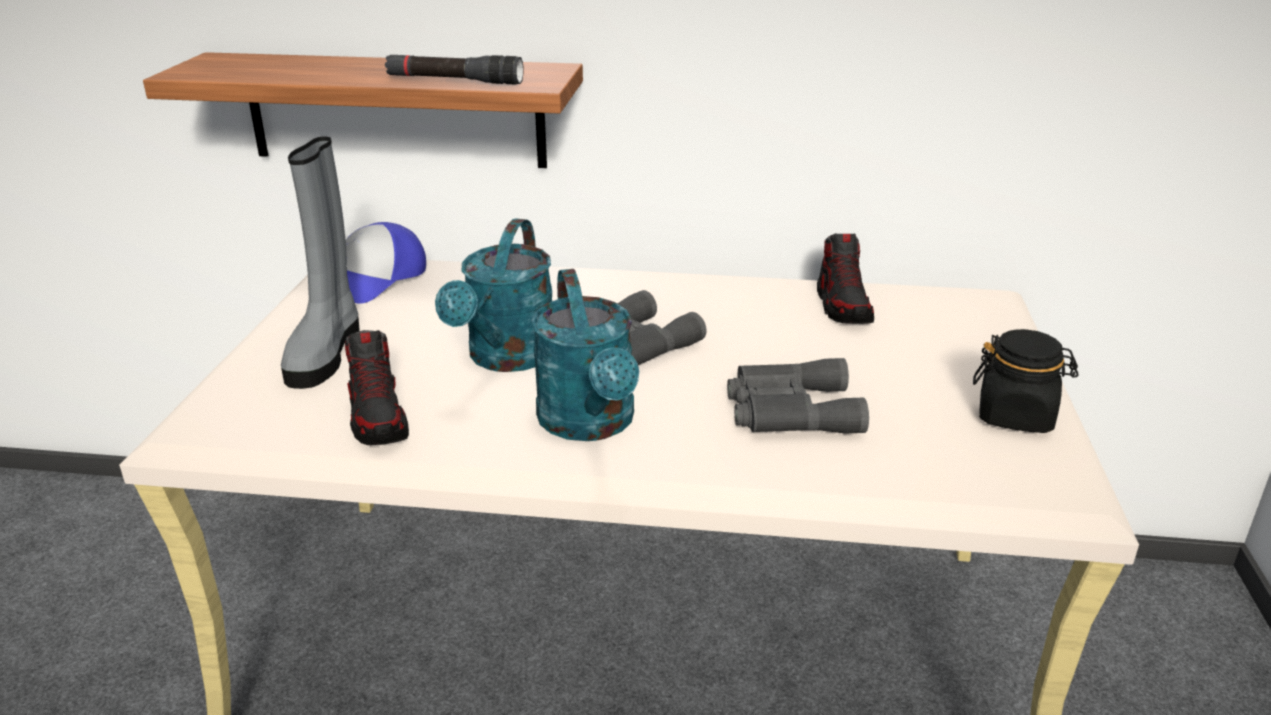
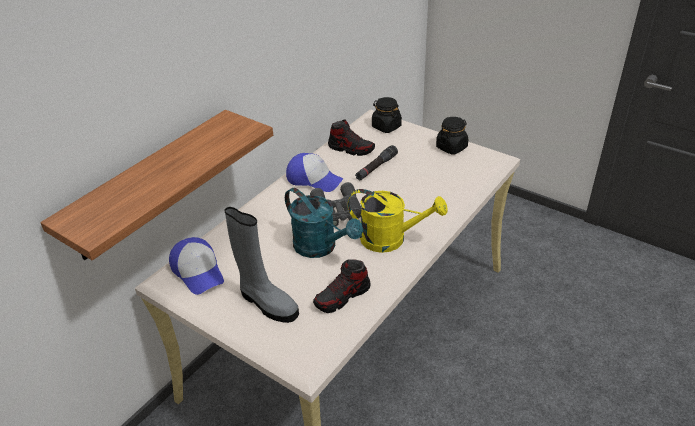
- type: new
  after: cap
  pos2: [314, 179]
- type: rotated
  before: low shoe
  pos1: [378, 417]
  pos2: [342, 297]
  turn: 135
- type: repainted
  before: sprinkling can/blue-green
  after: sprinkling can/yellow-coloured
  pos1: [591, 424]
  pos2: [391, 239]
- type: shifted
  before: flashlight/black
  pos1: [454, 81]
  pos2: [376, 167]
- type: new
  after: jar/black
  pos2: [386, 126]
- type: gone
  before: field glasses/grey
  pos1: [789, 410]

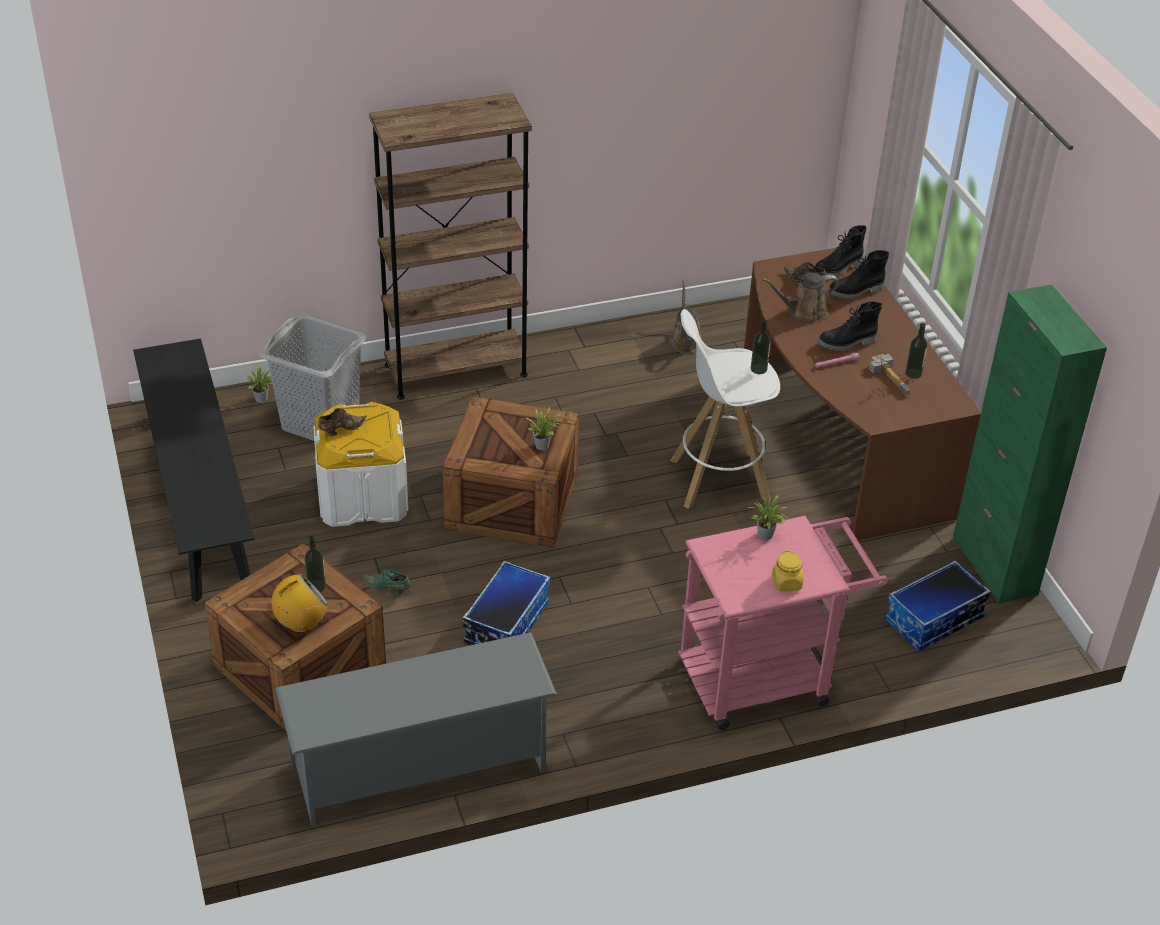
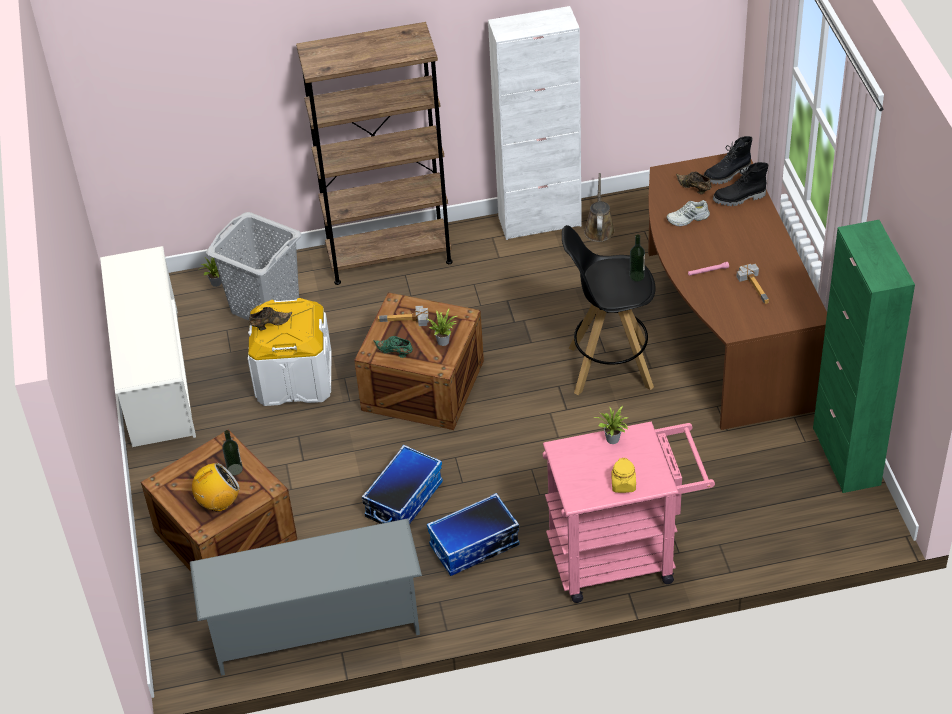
- type: swapped
  before: indoor bench/black
  after: shoe shelf/whitish
  pos1: [199, 498]
  pos2: [155, 376]
- type: shifted
  before: low shoe/greenish
  pos1: [388, 589]
  pos2: [395, 352]
- type: new
  after: tool hammer
  pos2: [405, 322]
- type: shifted
  before: storage container
  pos1: [934, 620]
  pos2: [474, 547]
- type: new
  after: cupboard/whitish
  pos2: [539, 222]
- type: repainted
  before: sitting stool/whitish
  after: sitting stool/black
  pos1: [718, 479]
  pos2: [609, 367]
- type: swapped
  before: sprinkling can/brown
  after: low shoe/whitish
  pos1: [804, 312]
  pos2: [688, 219]
- type: gone
  before: tall boot/black
  pos1: [847, 343]
- type: gone
  before: bottle
  pos1: [913, 373]

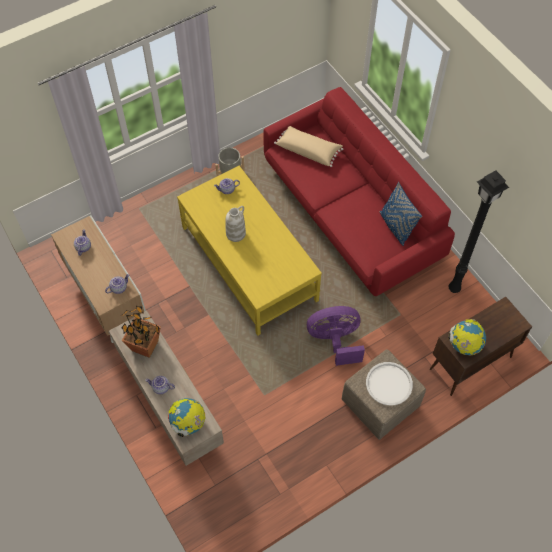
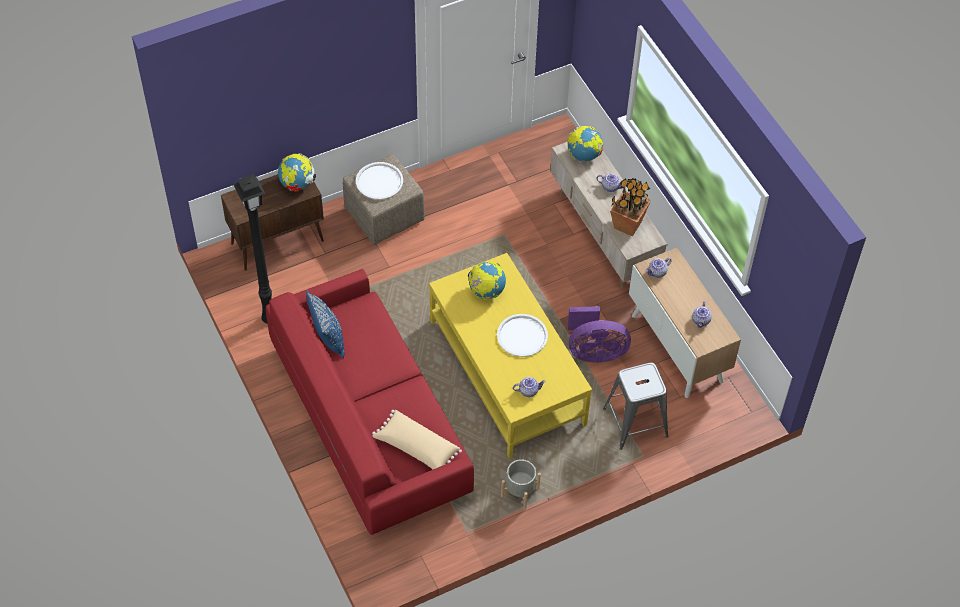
- type: new
  after: globe
  pos2: [486, 291]
- type: swapped
  before: flower vase/whitish
  after: serving tray/whitish
  pos1: [236, 233]
  pos2: [522, 336]
- type: shifted
  before: electric fan/purple
  pos1: [335, 341]
  pos2: [594, 352]
- type: new
  after: sitting stool/grey
  pos2: [635, 422]

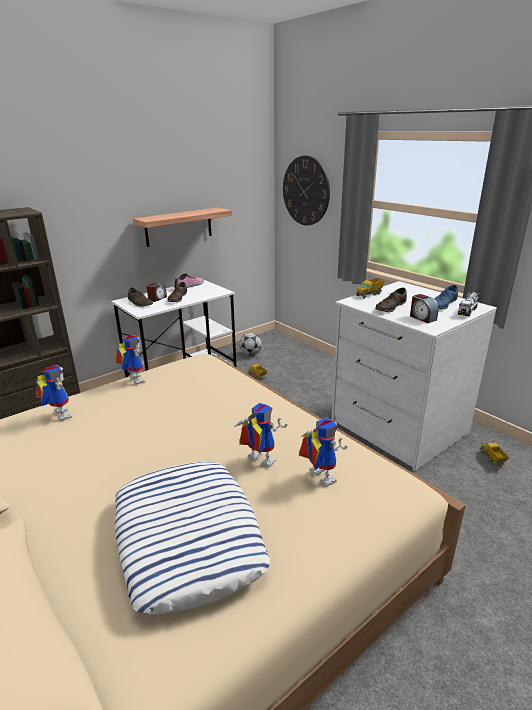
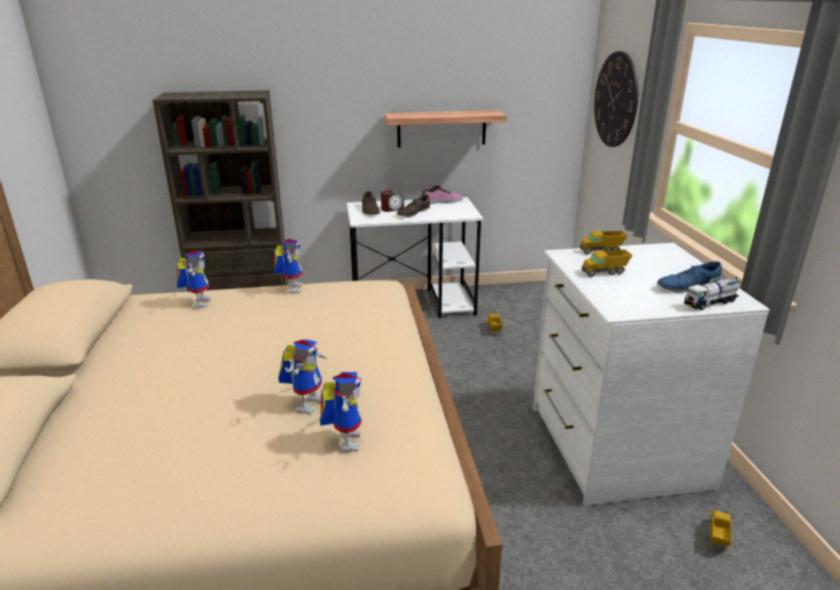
- type: rotated
  before: toy robot
  pos1: [257, 461]
  pos2: [307, 402]
  turn: 45
- type: swapped
  before: low shoe/brown
  after: model truck
  pos1: [390, 307]
  pos2: [605, 272]
- type: gone
  before: throw pillow
  pos1: [187, 538]
- type: gone
  before: football
  pos1: [250, 354]
- type: gone
  before: alarm clock
  pos1: [422, 318]

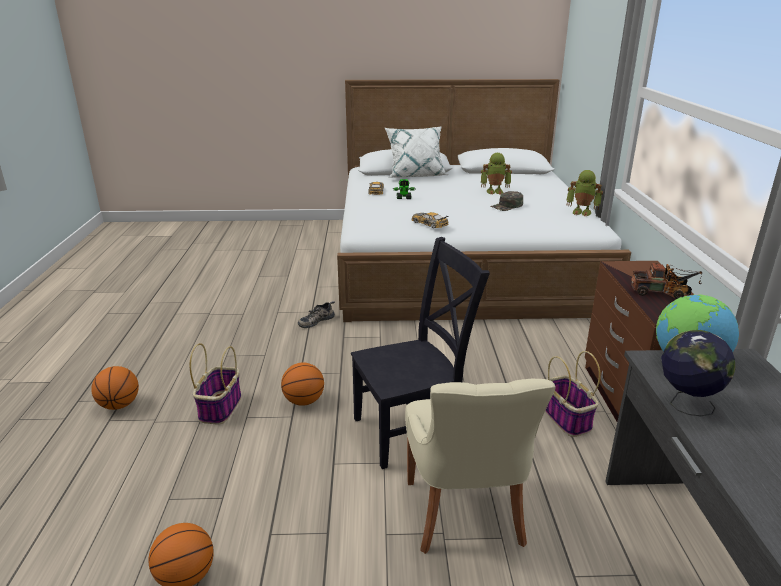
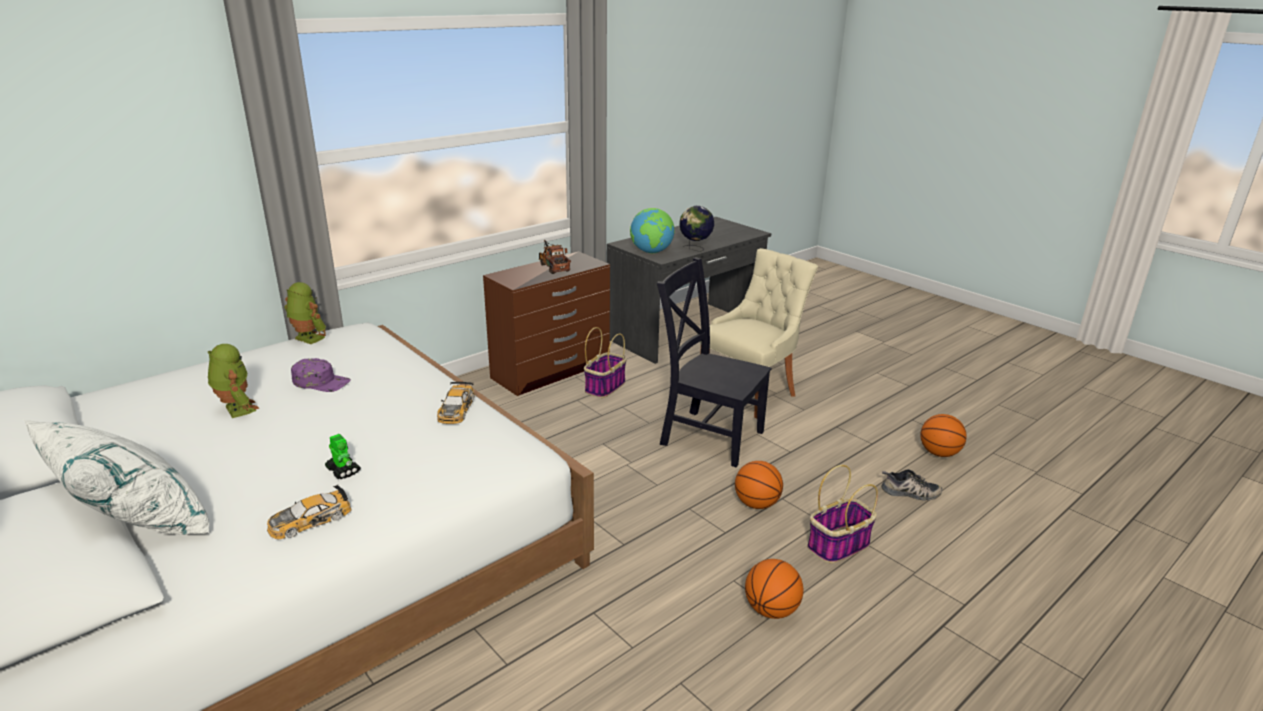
- type: rotated
  before: toy robot
  pos1: [582, 212]
  pos2: [307, 339]
  turn: -45
- type: repainted
  before: cap/greenish
  after: cap/purple
  pos1: [507, 206]
  pos2: [321, 382]
- type: shifted
  before: basketball ball
  pos1: [119, 405]
  pos2: [771, 610]
- type: shifted
  before: low shoe
  pos1: [316, 320]
  pos2: [910, 493]

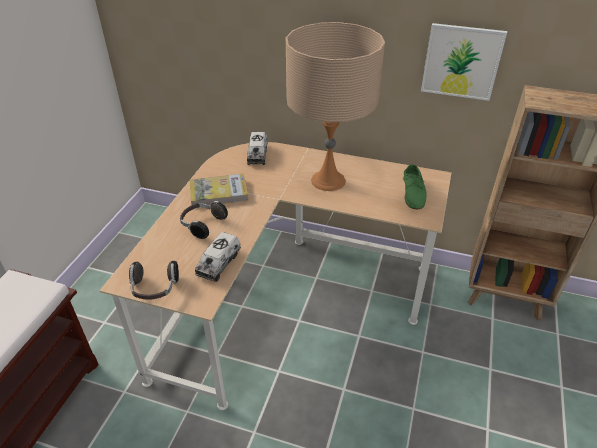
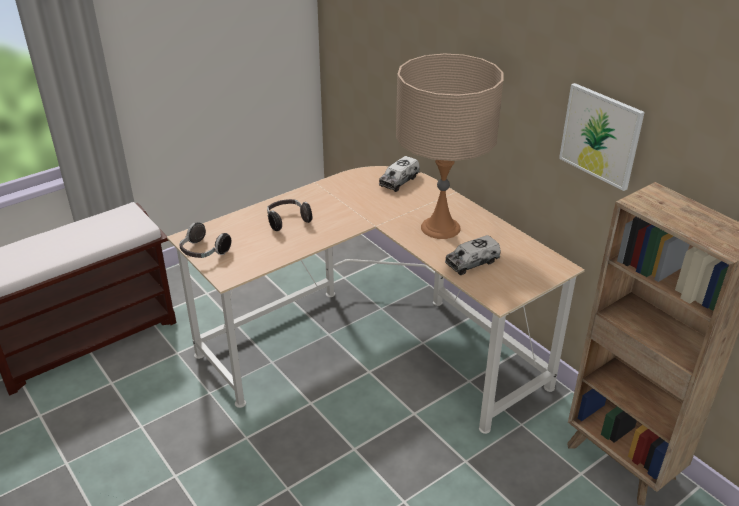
- type: shifted
  before: model truck
  pos1: [219, 263]
  pos2: [472, 263]
- type: gone
  before: bound book
  pos1: [219, 193]
- type: gone
  before: low shoe/greenish
  pos1: [413, 192]

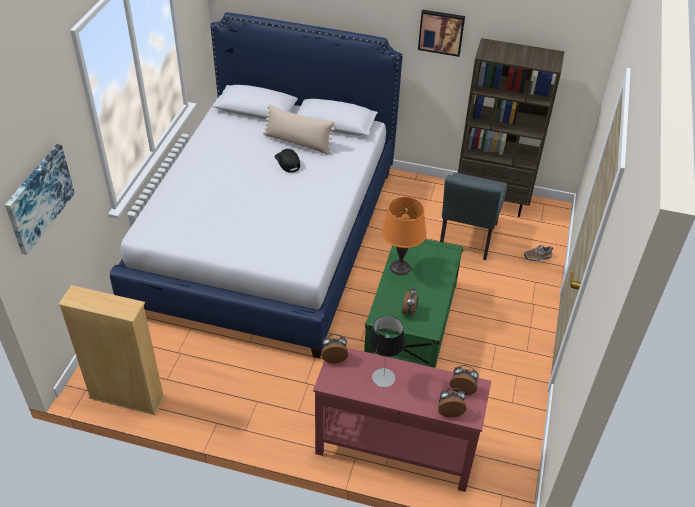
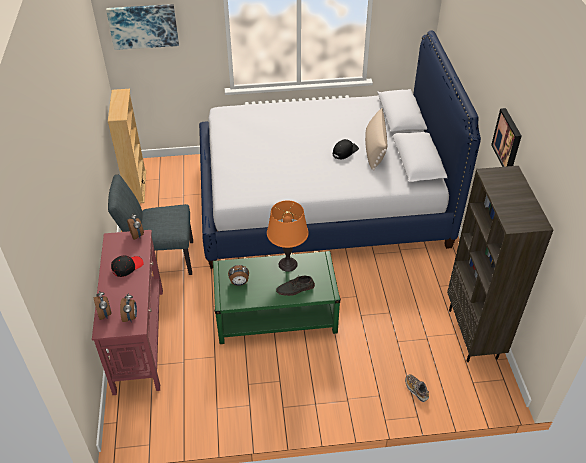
- type: shifted
  before: upright chair/grey
  pos1: [466, 240]
  pos2: [160, 259]
- type: swapped
  before: lamp for a table
  after: cap/black
  pos1: [383, 377]
  pos2: [127, 267]
- type: new
  after: low shoe/grey
  pos2: [295, 289]

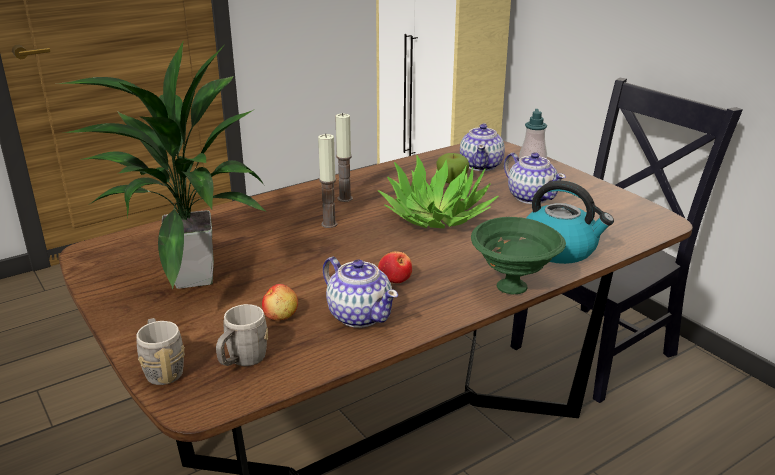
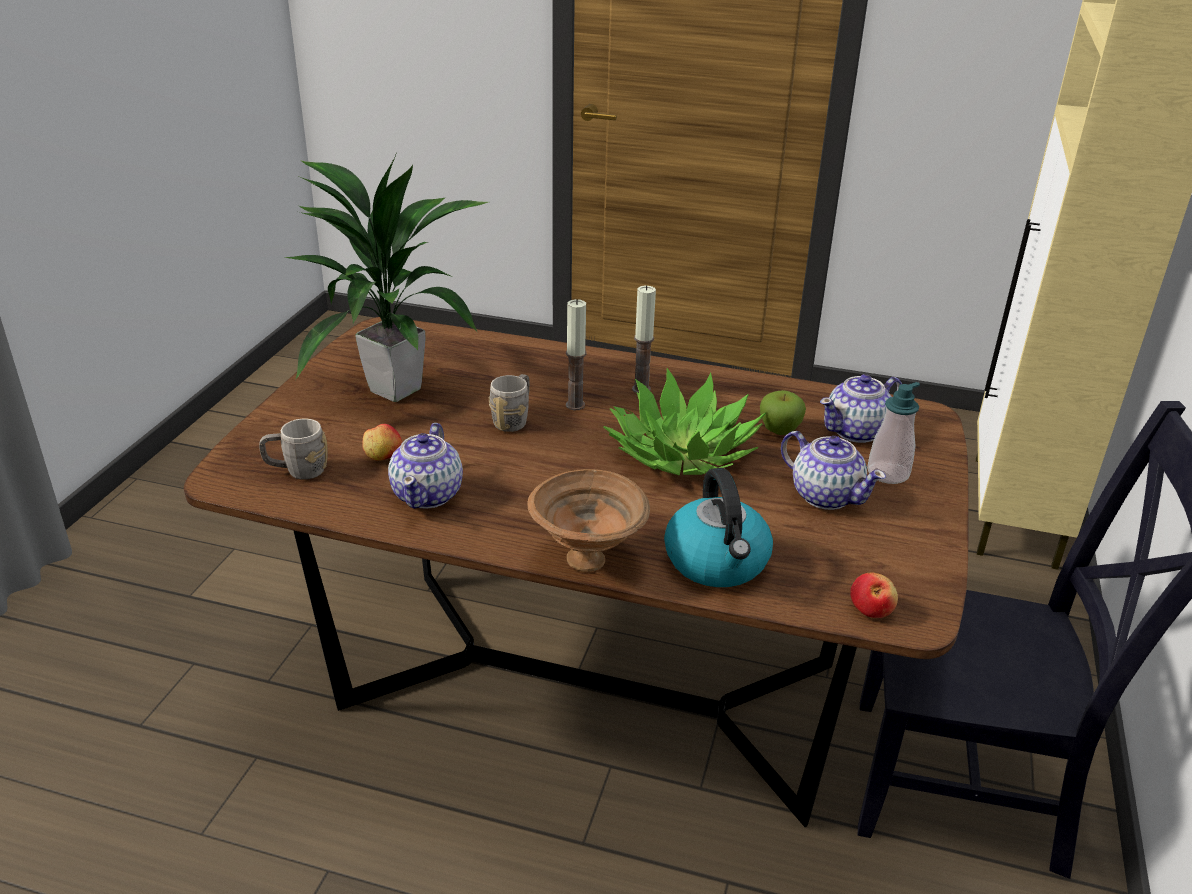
- type: shifted
  before: mug/grey
  pos1: [162, 369]
  pos2: [513, 420]
- type: repainted
  before: bowl/greenish
  after: bowl/brown
  pos1: [514, 287]
  pos2: [589, 561]
- type: rotated
  before: tea pot
  pos1: [531, 197]
  pos2: [825, 495]
  turn: -60
- type: shifted
  before: apple fruit
  pos1: [395, 279]
  pos2: [871, 609]

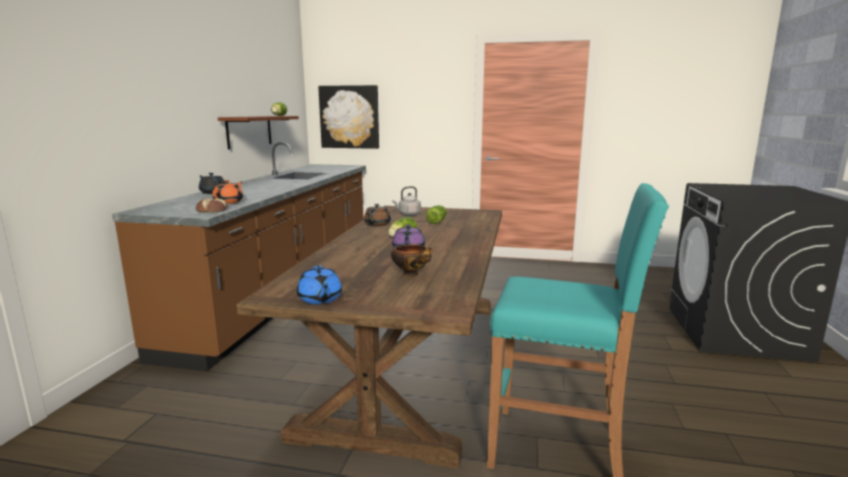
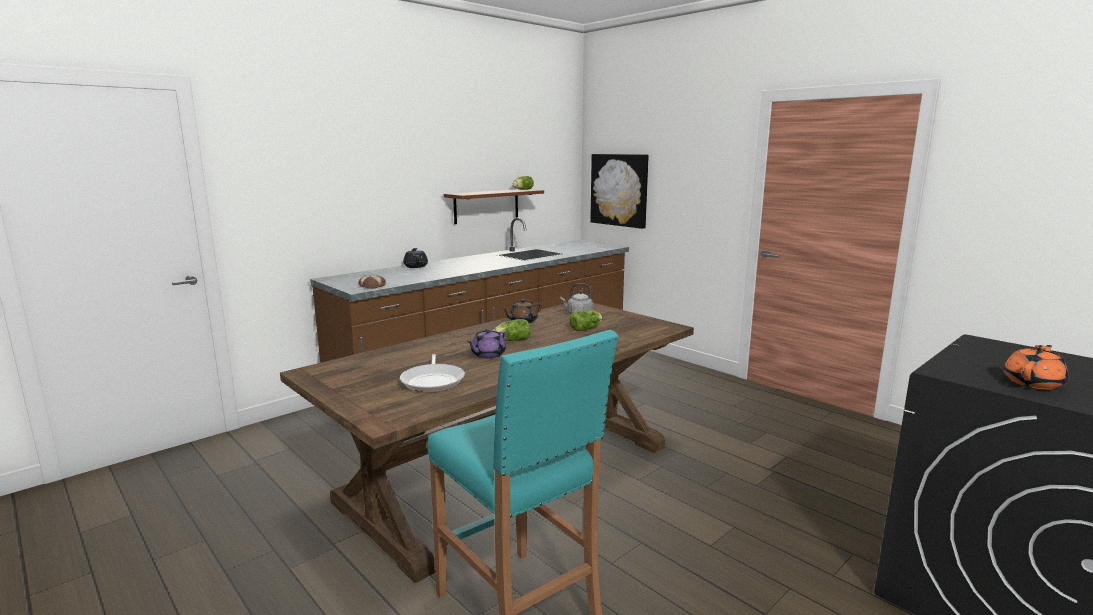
- type: swapped
  before: bowl
  after: skillet
  pos1: [412, 275]
  pos2: [433, 381]
- type: shifted
  before: tea pot/orange
  pos1: [229, 202]
  pos2: [1033, 383]
- type: gone
  before: tea pot/blue
  pos1: [320, 299]

